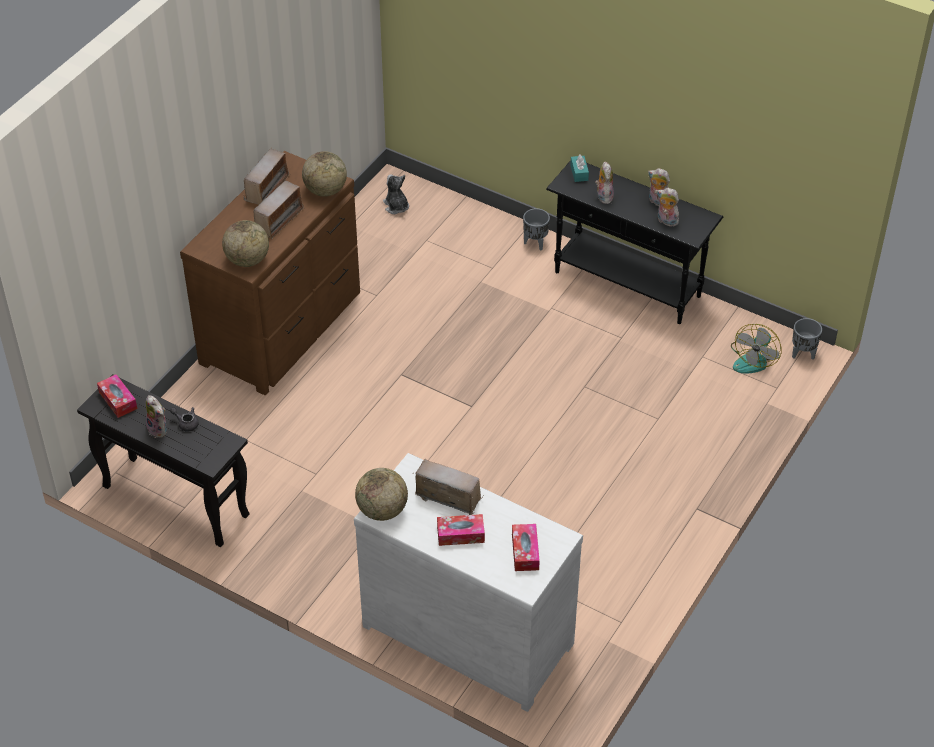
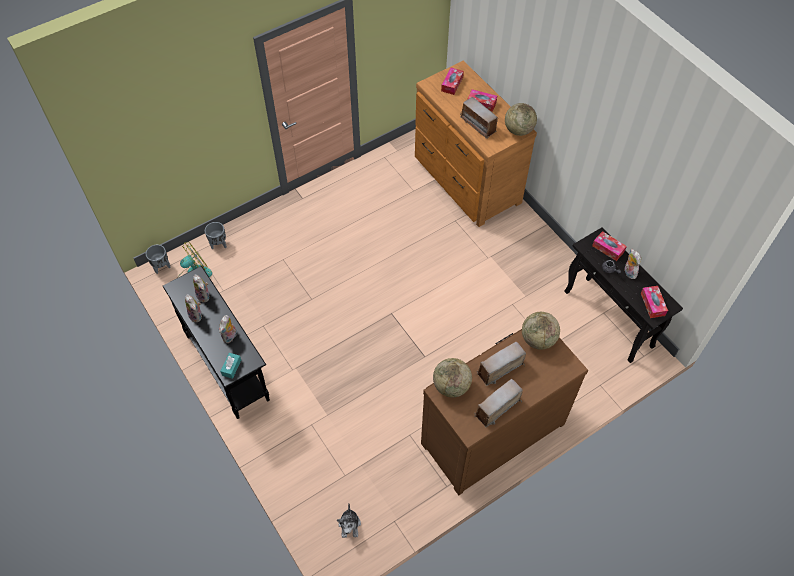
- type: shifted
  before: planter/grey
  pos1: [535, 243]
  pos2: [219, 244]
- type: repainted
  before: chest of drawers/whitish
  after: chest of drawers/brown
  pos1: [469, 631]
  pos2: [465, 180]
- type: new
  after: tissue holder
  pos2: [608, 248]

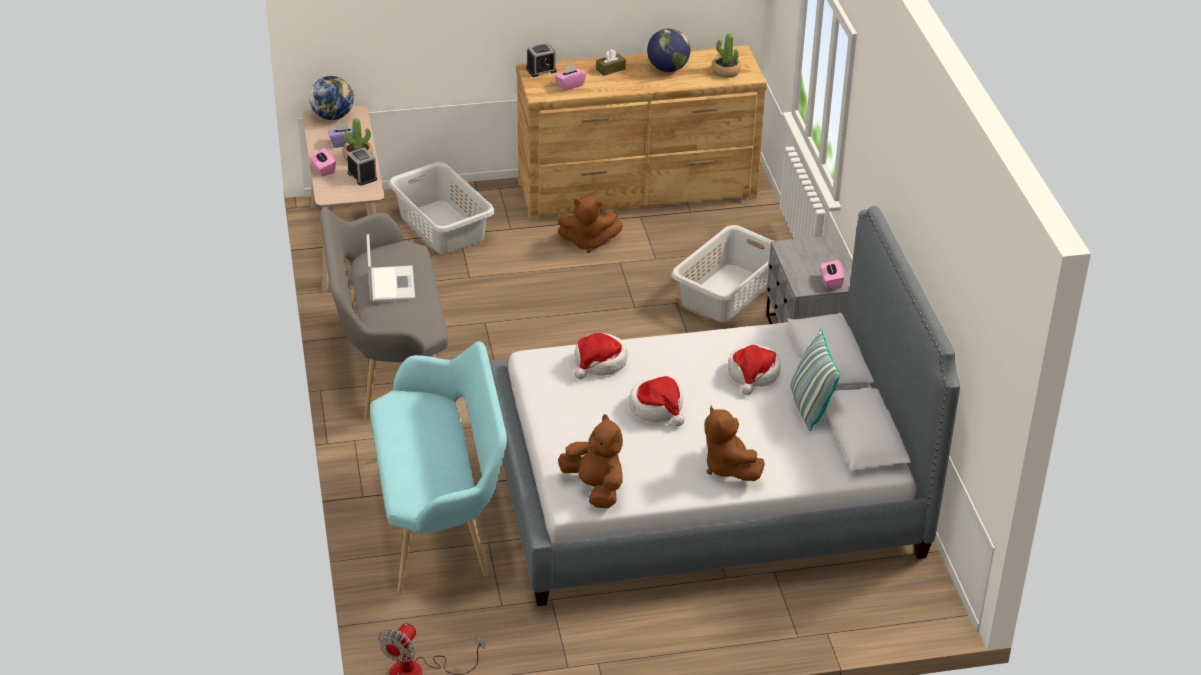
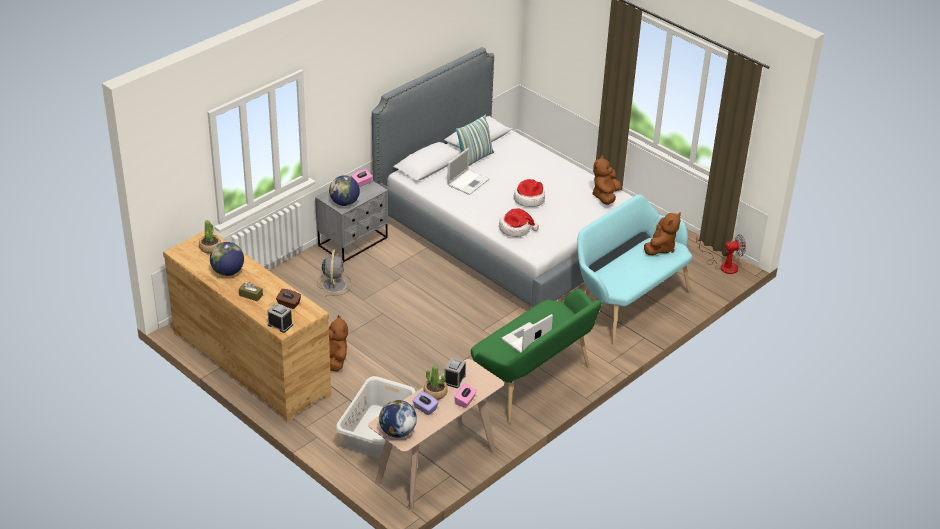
- type: repainted
  before: tissue holder/pinkish
  after: tissue holder/brown
  pos1: [570, 85]
  pos2: [288, 304]
- type: swapped
  before: washing basket/grey
  after: electric fan/grey
  pos1: [727, 293]
  pos2: [334, 284]
- type: new
  after: globe
  pos2: [344, 203]
- type: swapped
  before: hat
  after: notebook computer
  pos1: [753, 374]
  pos2: [468, 182]
- type: repainted
  before: indoor bench/grey
  after: indoor bench/greenish
  pos1: [388, 362]
  pos2: [533, 384]
- type: shifted
  before: plush toy/brown
  pos1: [728, 467]
  pos2: [660, 248]

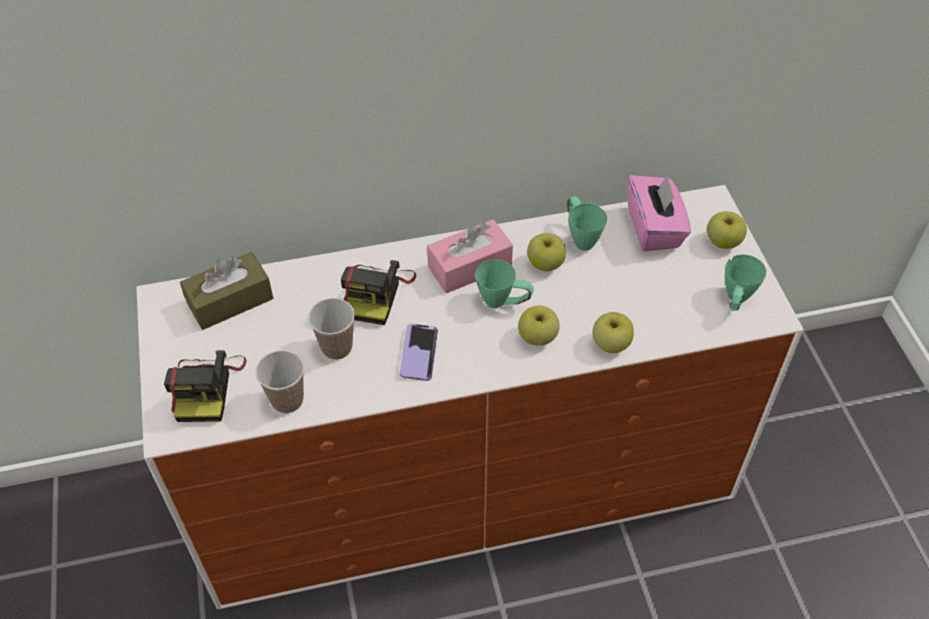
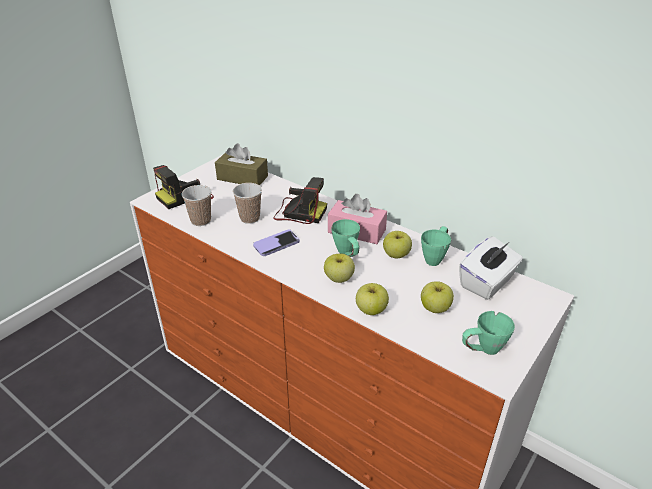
- type: rotated
  before: photo camera
  pos1: [376, 293]
  pos2: [299, 212]
  turn: -135
- type: shifted
  before: apple fruit
  pos1: [723, 242]
  pos2: [435, 308]
- type: repainted
  before: tissue holder/pinkish
  after: tissue holder/whitish
  pos1: [654, 228]
  pos2: [487, 282]

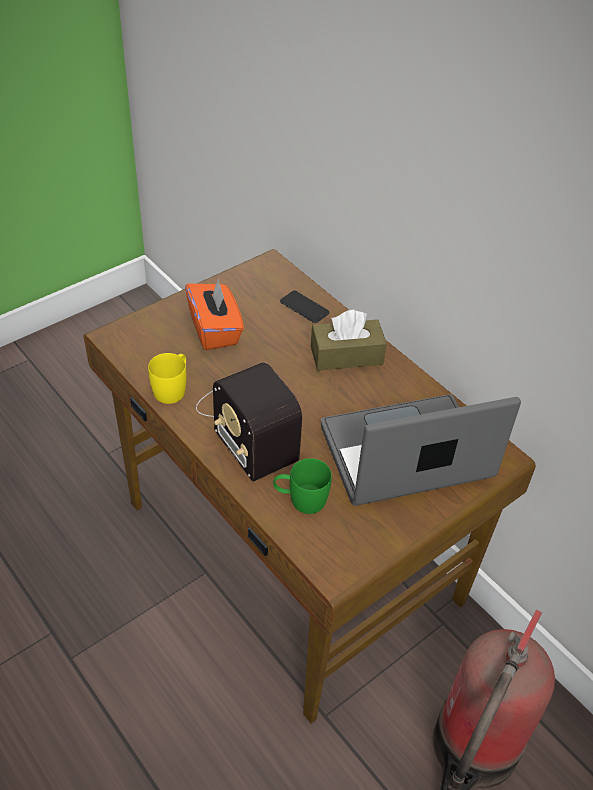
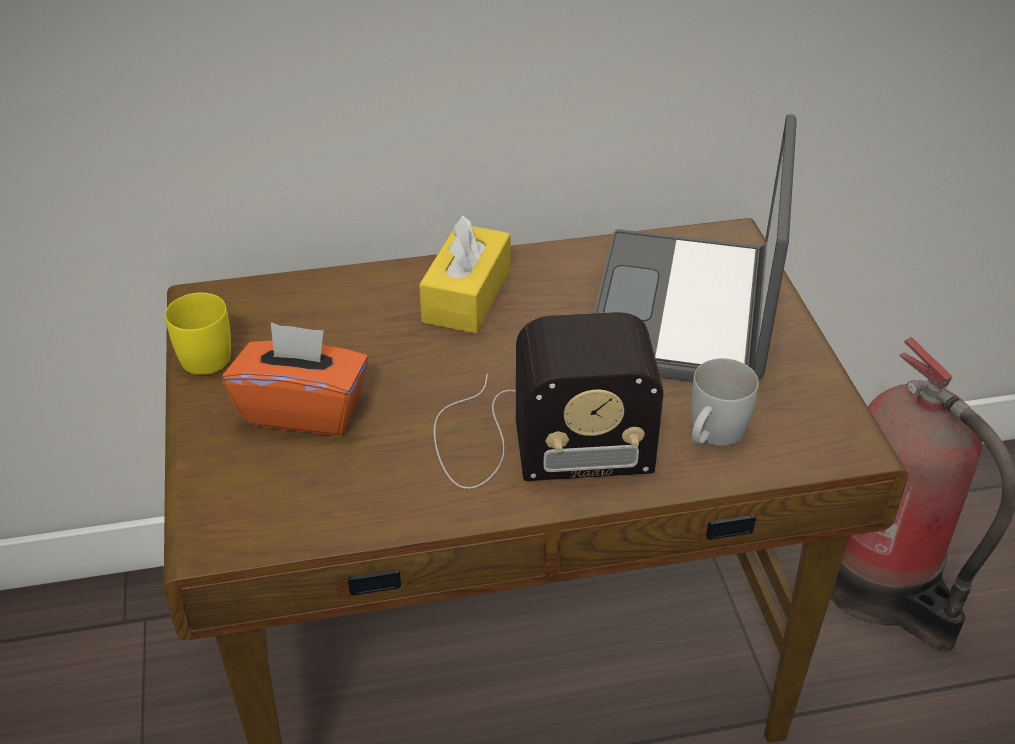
- type: shifted
  before: mug/yellow-coloured
  pos1: [173, 388]
  pos2: [200, 353]
- type: repainted
  before: tissue holder/brown
  after: tissue holder/yellow-coloured
  pos1: [346, 355]
  pos2: [467, 296]
- type: repainted
  before: mug/greenish
  after: mug/whitish
  pos1: [300, 499]
  pos2: [712, 435]
- type: gone
  before: telephone
  pos1: [304, 307]

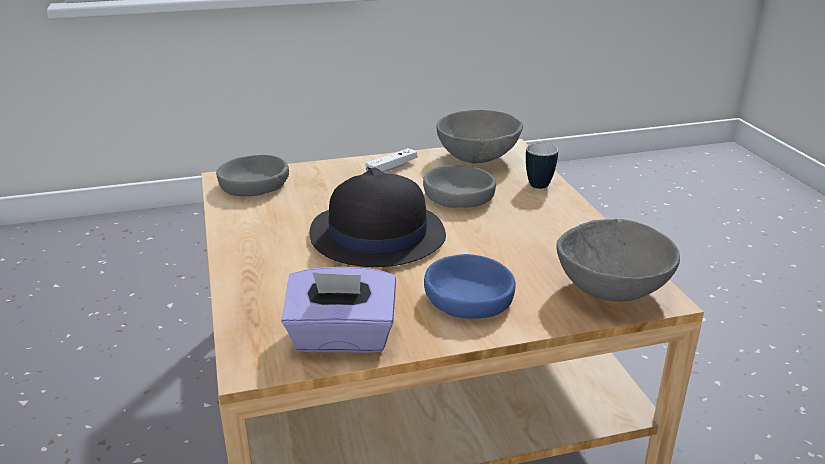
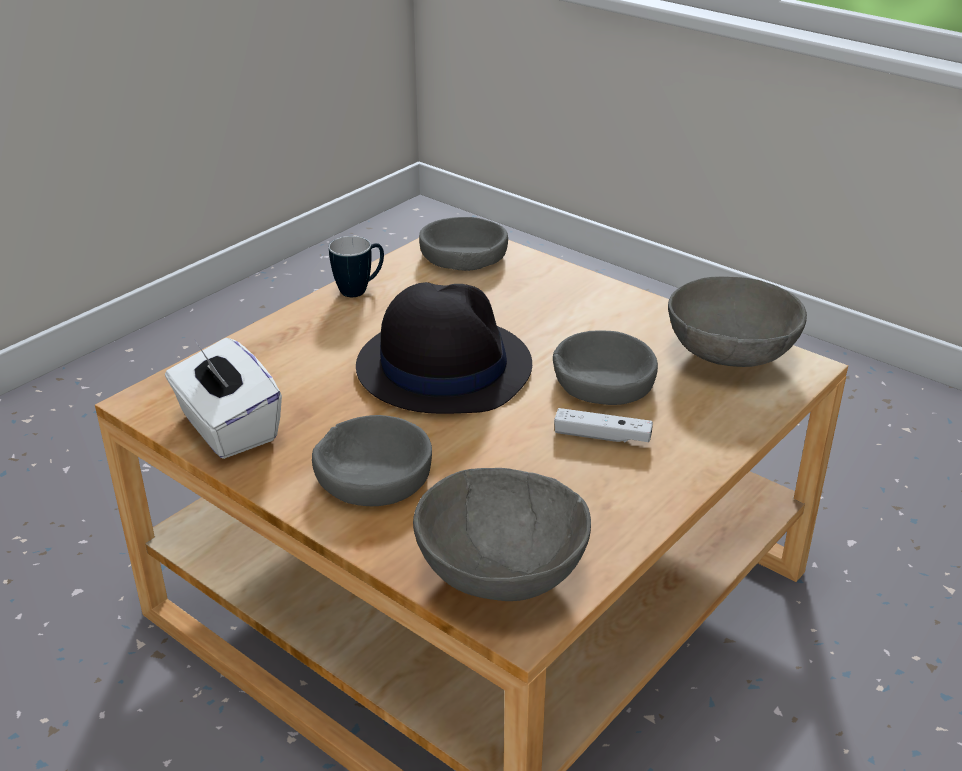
- type: repainted
  before: tissue holder/purple
  after: tissue holder/whitish
  pos1: [342, 338]
  pos2: [227, 428]
- type: repainted
  before: bowl/blue
  after: bowl/grey
  pos1: [468, 298]
  pos2: [373, 474]
- type: shifted
  before: mug
  pos1: [538, 182]
  pos2: [360, 290]
- type: shifted
  before: gamepad/whitish
  pos1: [391, 168]
  pos2: [602, 436]

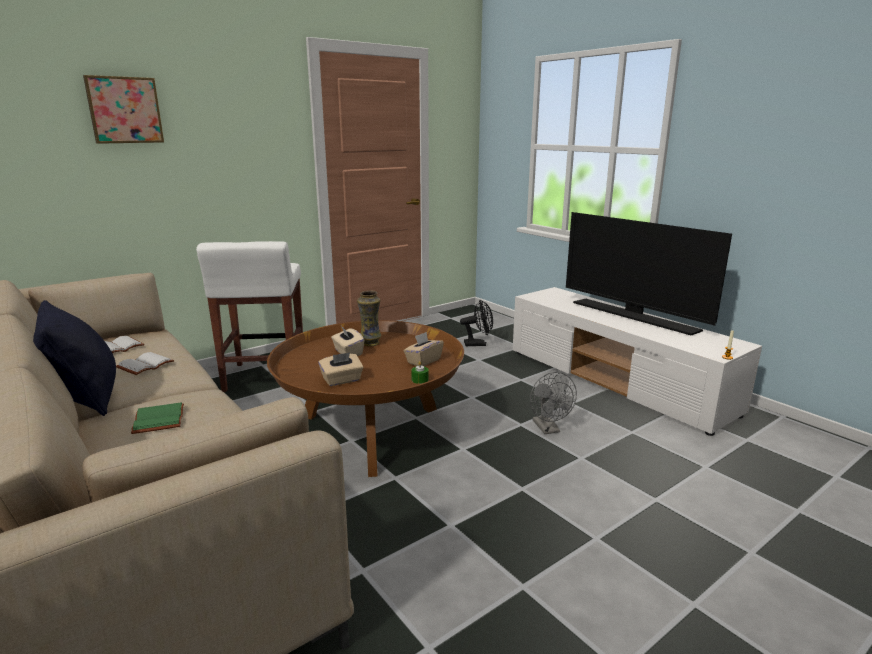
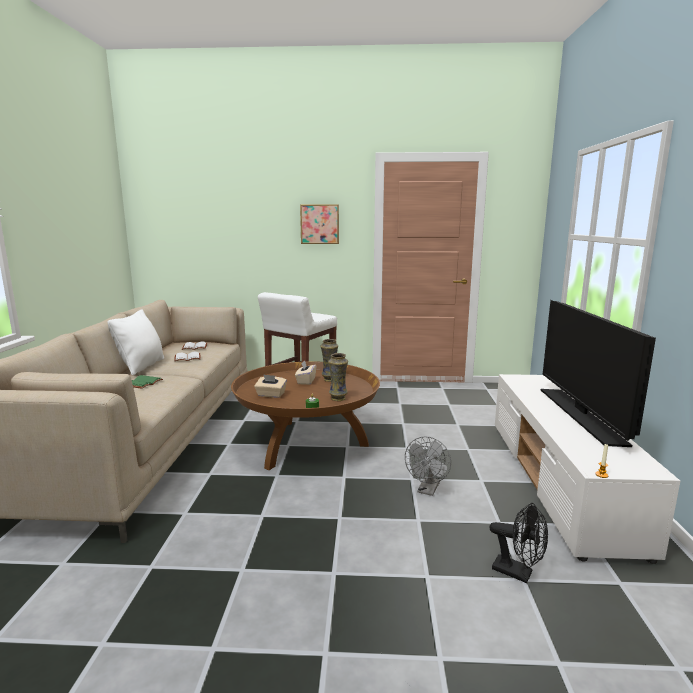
- type: repainted
  before: throw pillow/black
  after: throw pillow/whitish
  pos1: [86, 399]
  pos2: [141, 366]
- type: shifted
  before: picture
  pos1: [124, 110]
  pos2: [320, 224]
- type: swapped
  before: tissue holder/beige-coloured
  after: flower vase
  pos1: [423, 361]
  pos2: [338, 398]
- type: shifted
  before: electric fan/black
  pos1: [478, 344]
  pos2: [518, 573]

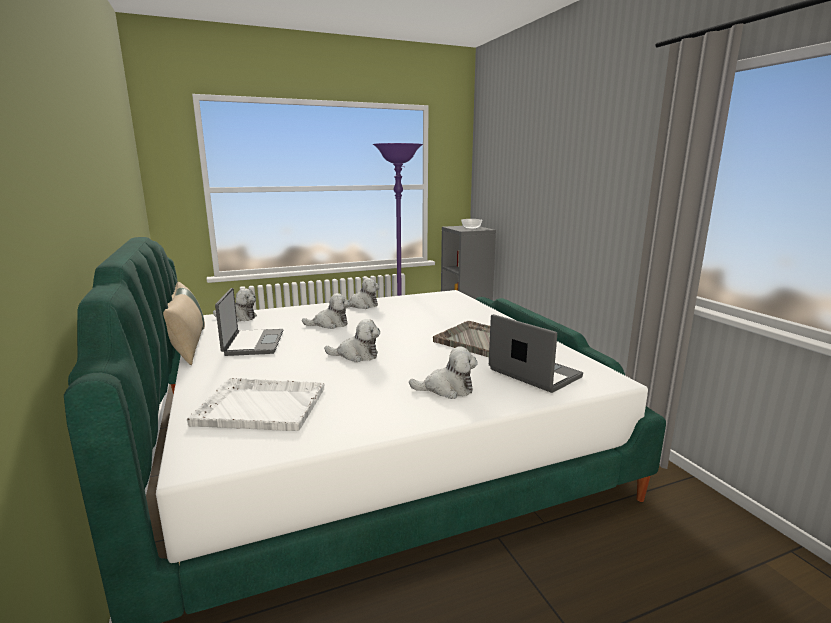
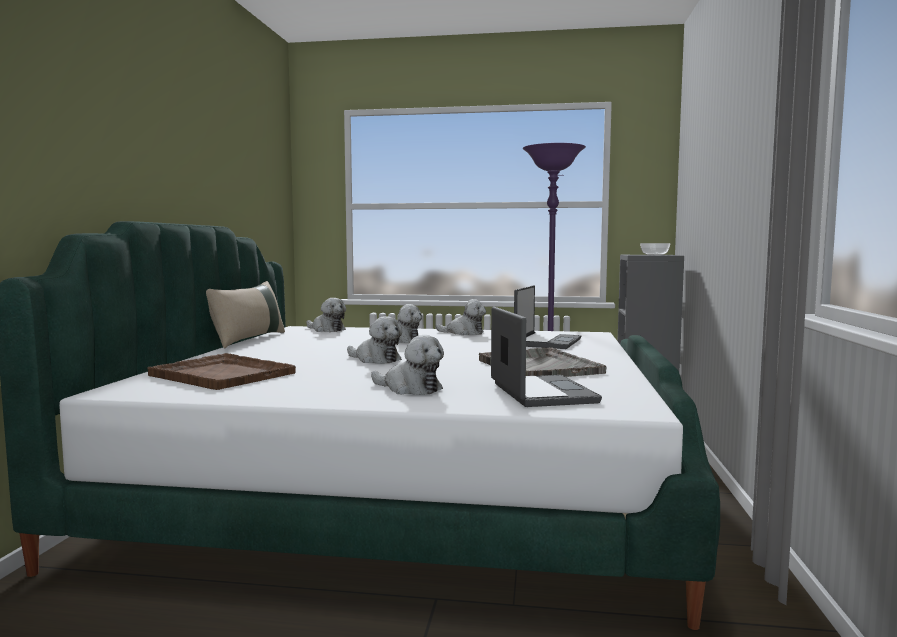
- type: repainted
  before: serving tray/whitish
  after: serving tray/brown
  pos1: [260, 406]
  pos2: [221, 374]
- type: shifted
  before: notebook computer
  pos1: [252, 343]
  pos2: [546, 342]

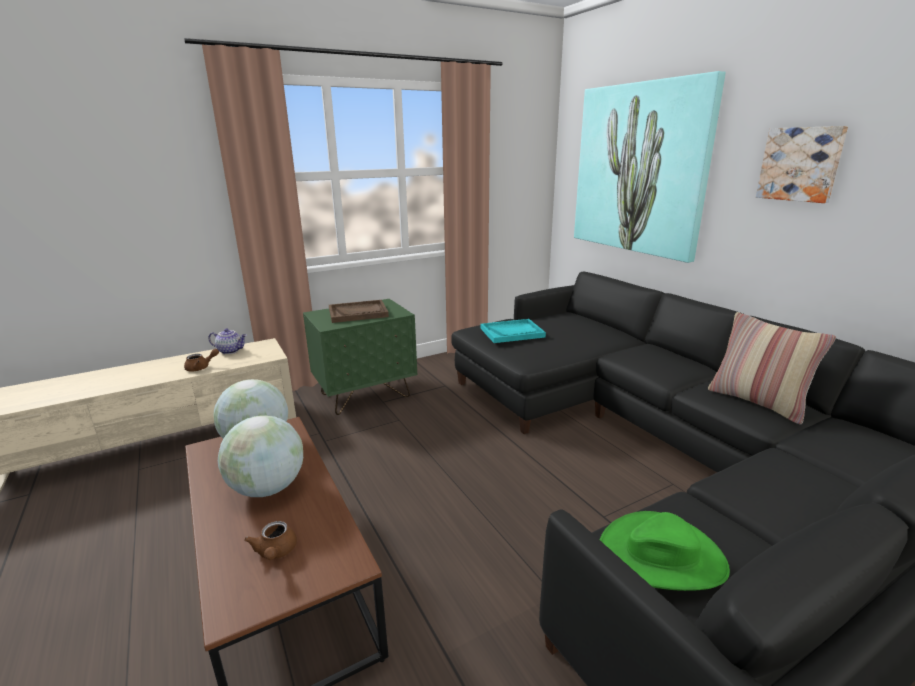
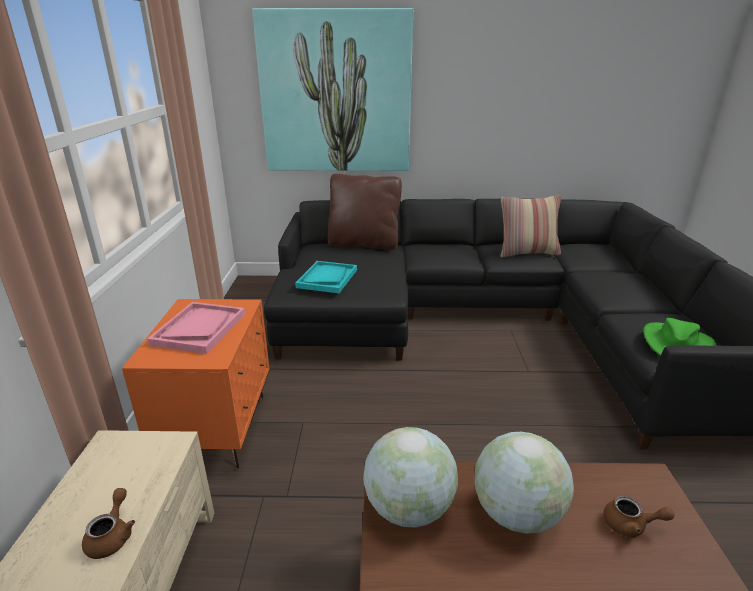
- type: repainted
  before: bedside table/greenish
  after: bedside table/orange
  pos1: [365, 395]
  pos2: [218, 430]
- type: repainted
  before: serving tray/brown
  after: serving tray/pinkish
  pos1: [358, 313]
  pos2: [199, 329]
- type: new
  after: throw pillow/brown
  pos2: [364, 244]
- type: gone
  before: tea pot
  pos1: [231, 351]
- type: gone
  before: picture
  pos1: [800, 164]

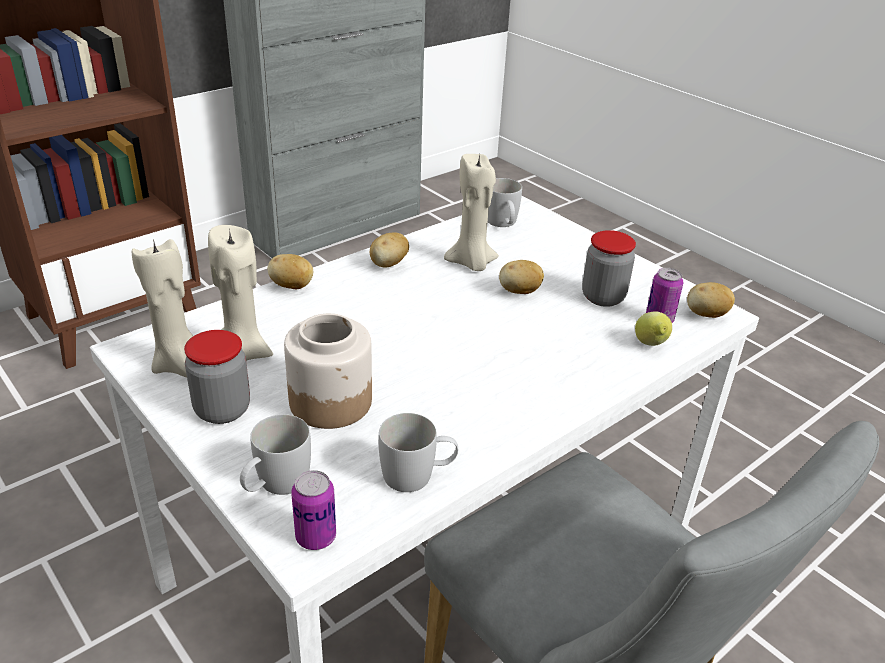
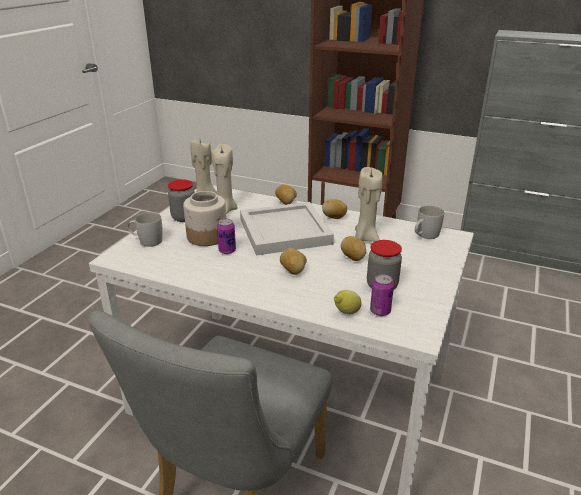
- type: shifted
  before: can
  pos1: [316, 537]
  pos2: [227, 250]
- type: new
  after: serving tray/whitish
  pos2: [284, 232]
- type: shifted
  before: potato
  pos1: [706, 315]
  pos2: [293, 271]
- type: gone
  before: mug/whitish
  pos1: [417, 475]

